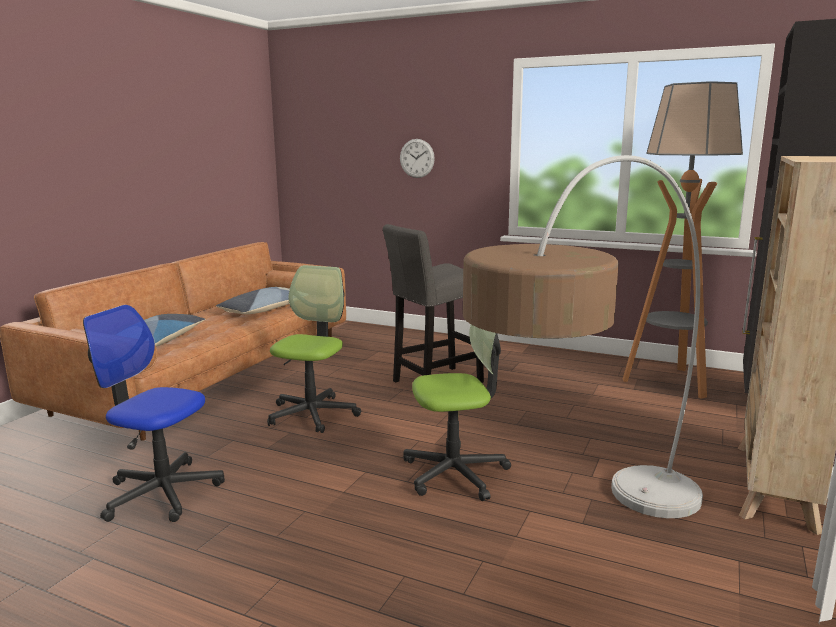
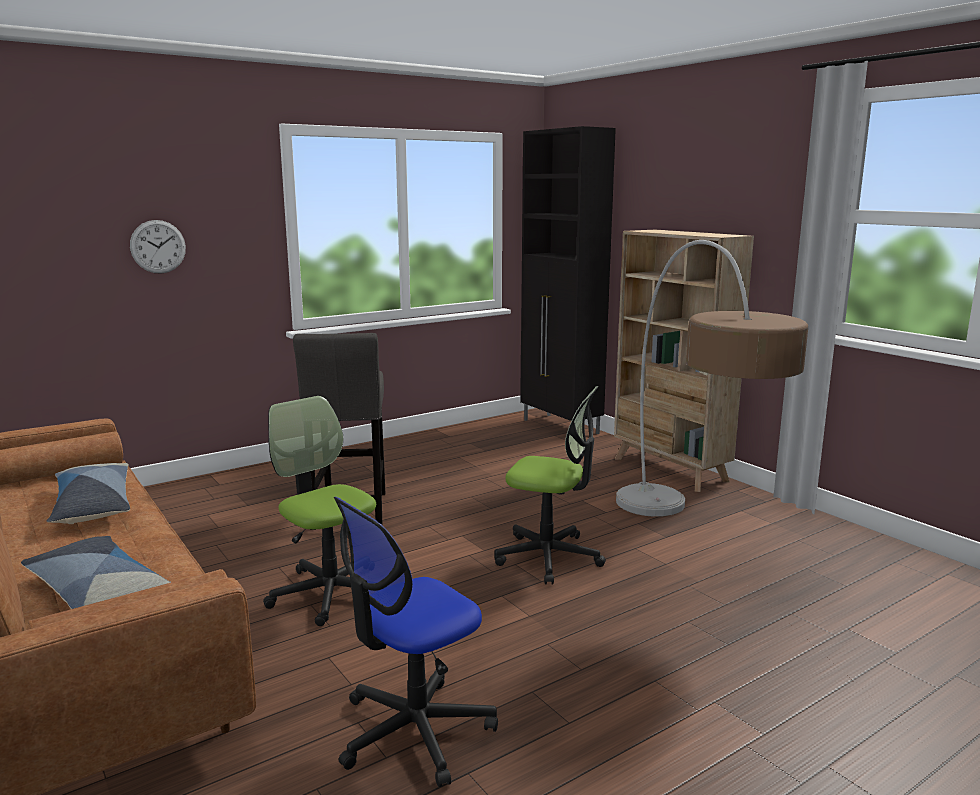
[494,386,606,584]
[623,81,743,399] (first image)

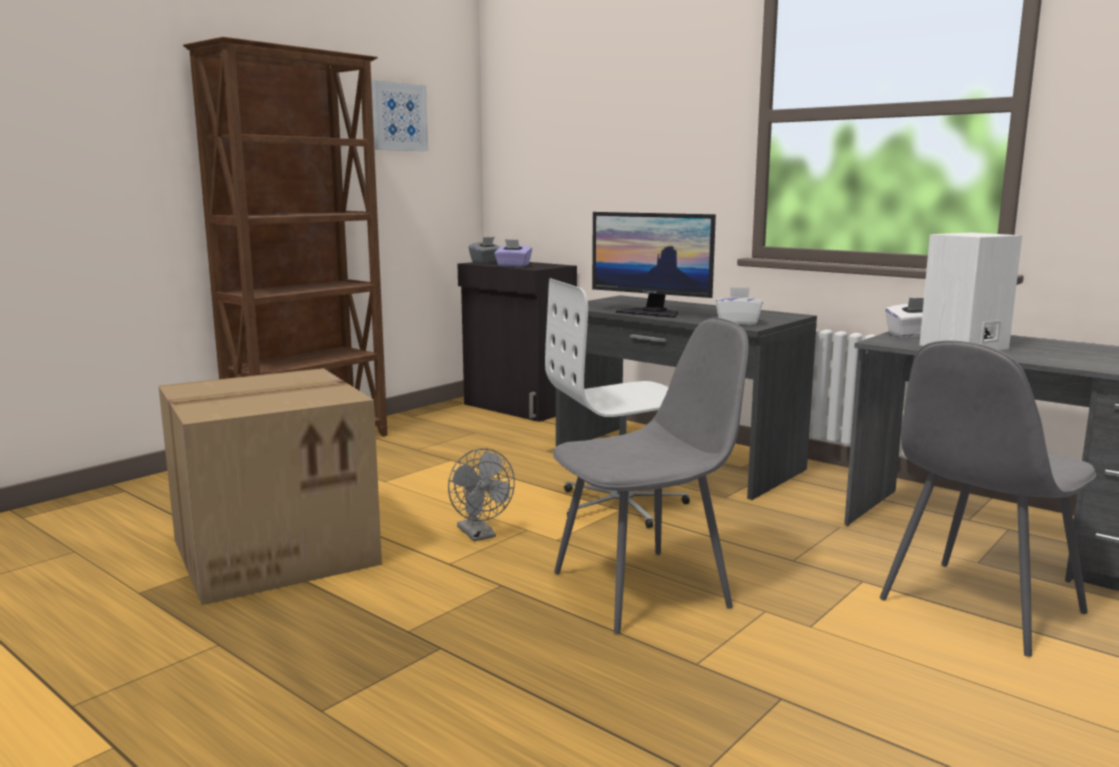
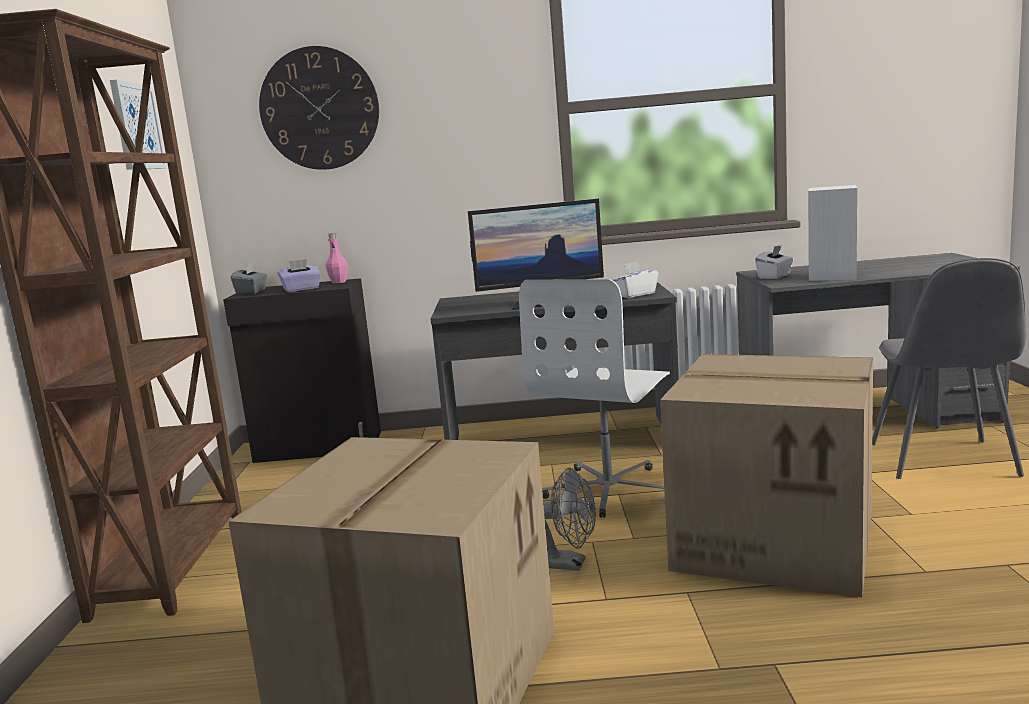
[660,354,873,598]
[259,46,379,170]
[325,233,348,283]

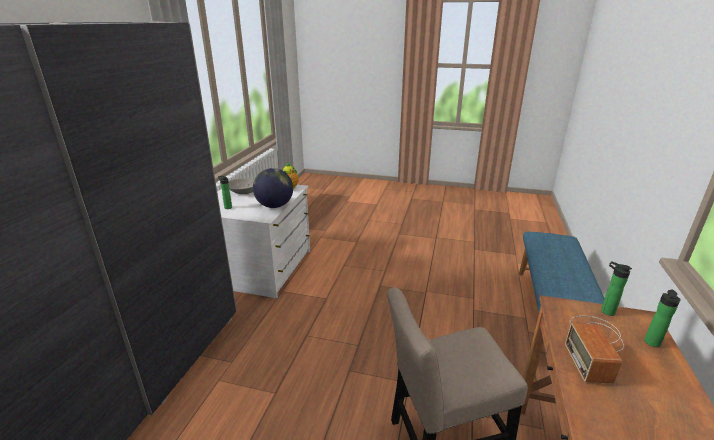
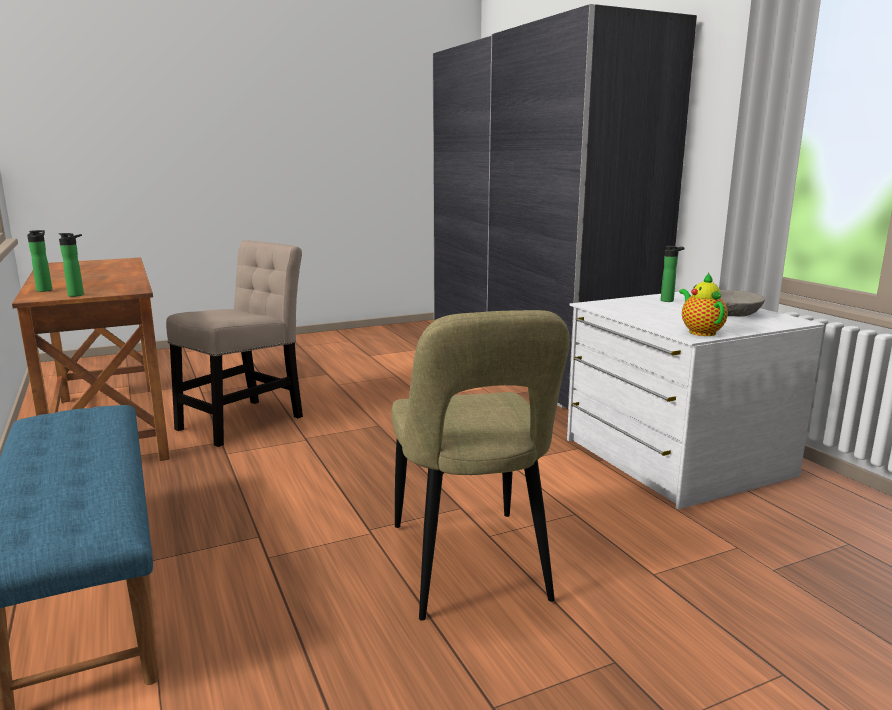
[253,168,293,208] (first image)
[565,316,624,384] (first image)
[392,310,570,621]

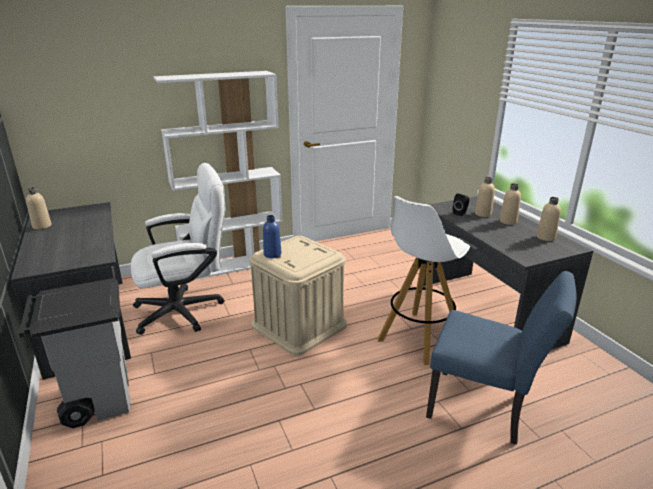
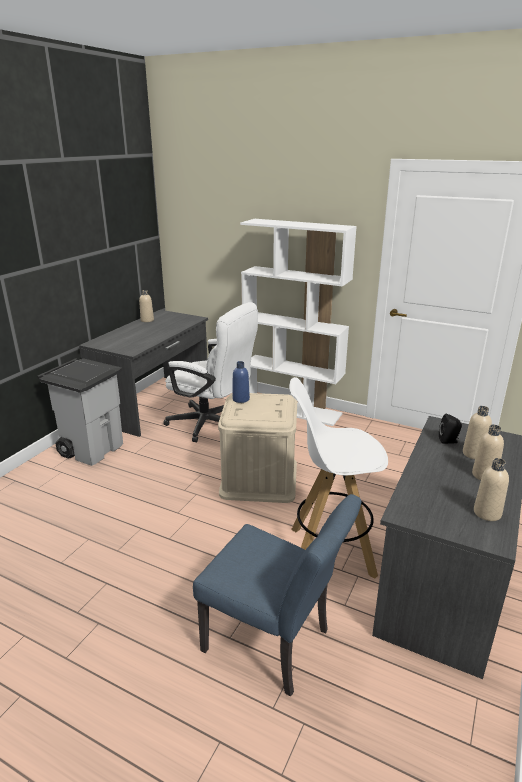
[193,494,362,697]

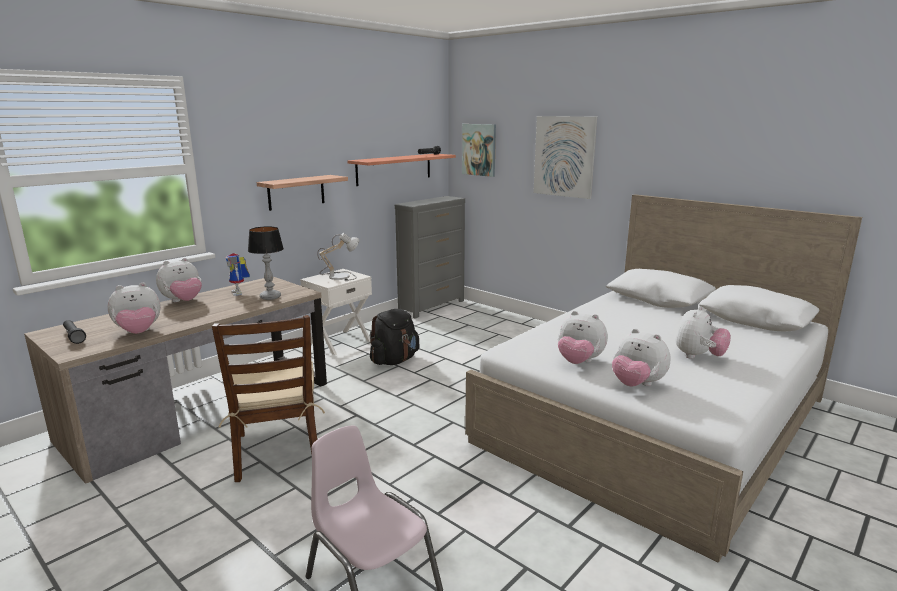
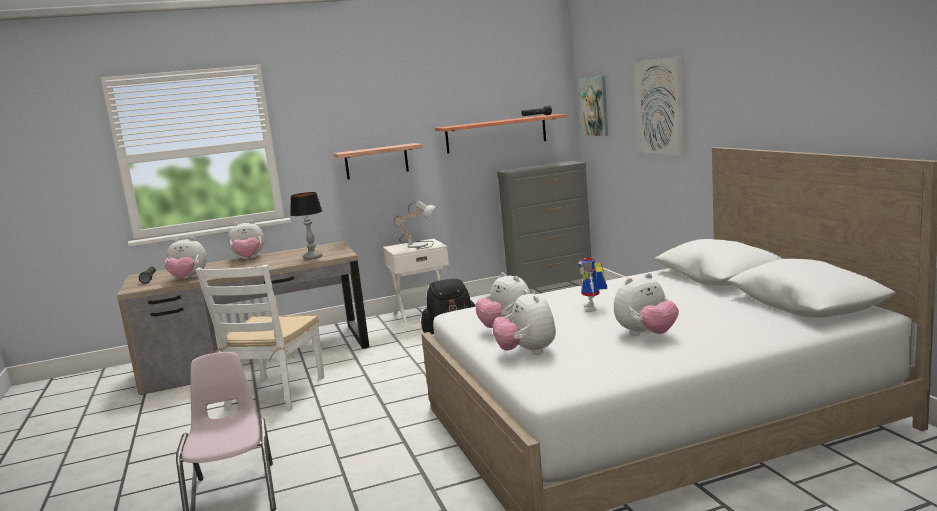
[195,265,325,411]
[578,257,607,312]

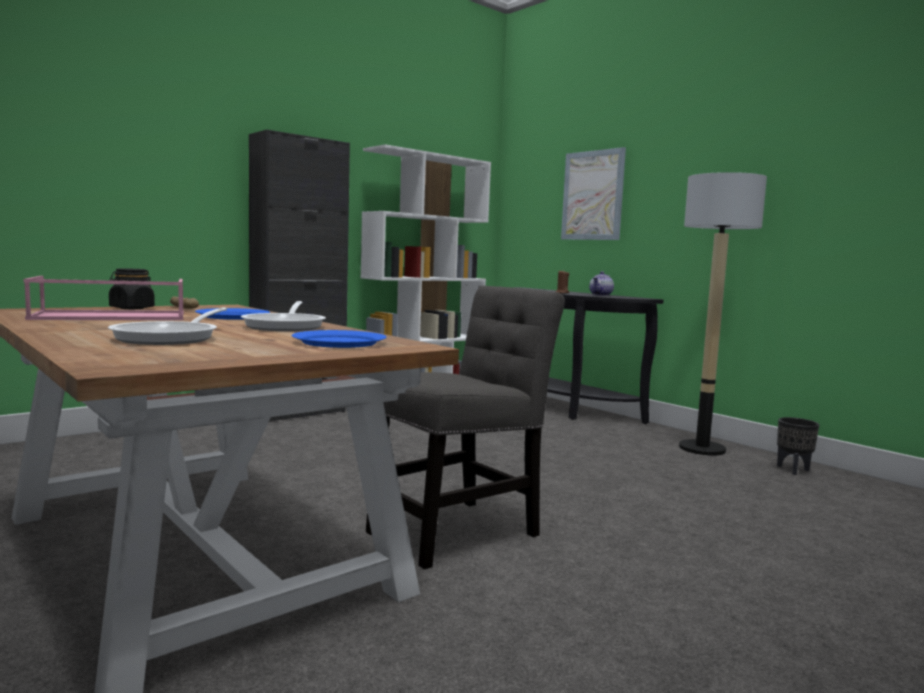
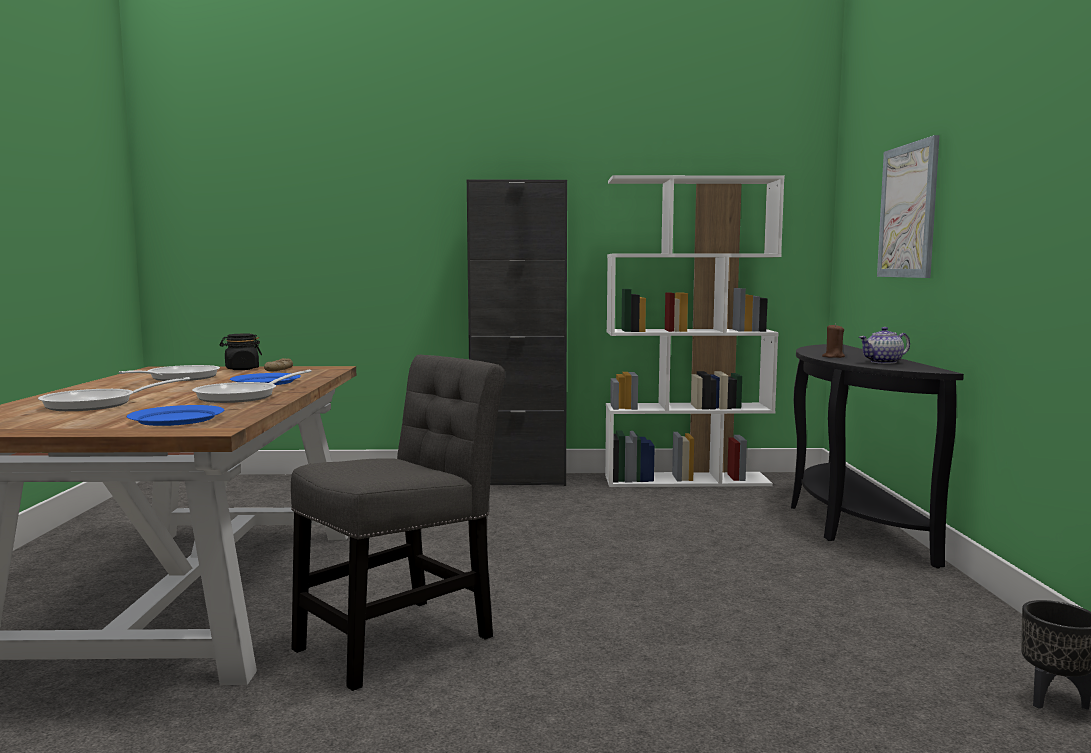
[118,365,220,381]
[291,354,505,691]
[679,172,767,456] (first image)

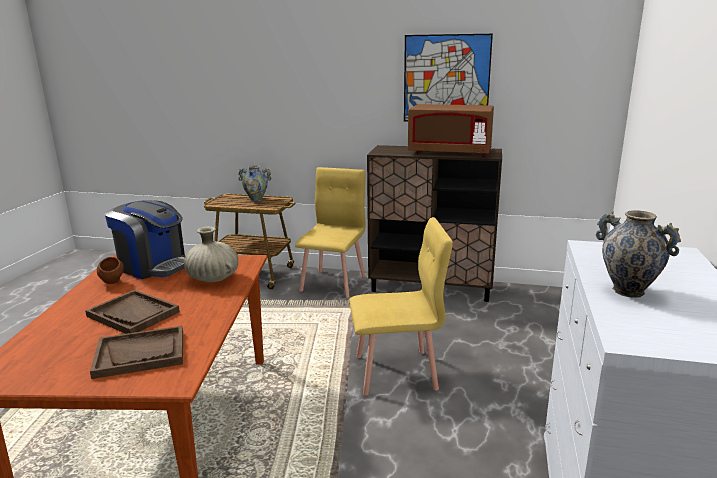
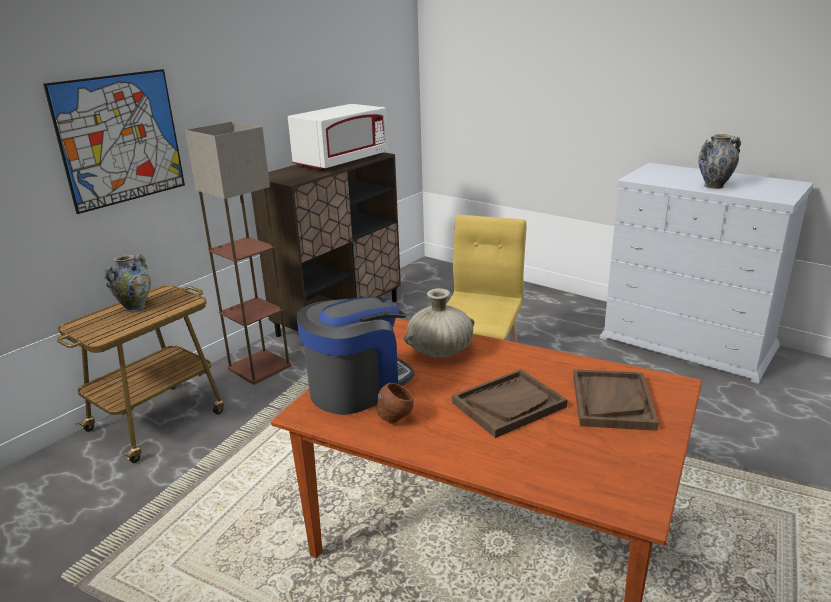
[185,121,291,385]
[43,69,185,214]
[288,104,388,171]

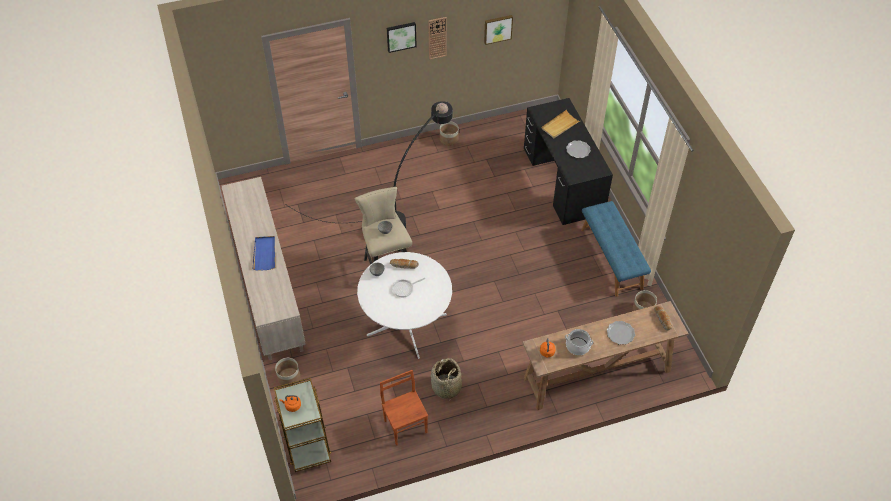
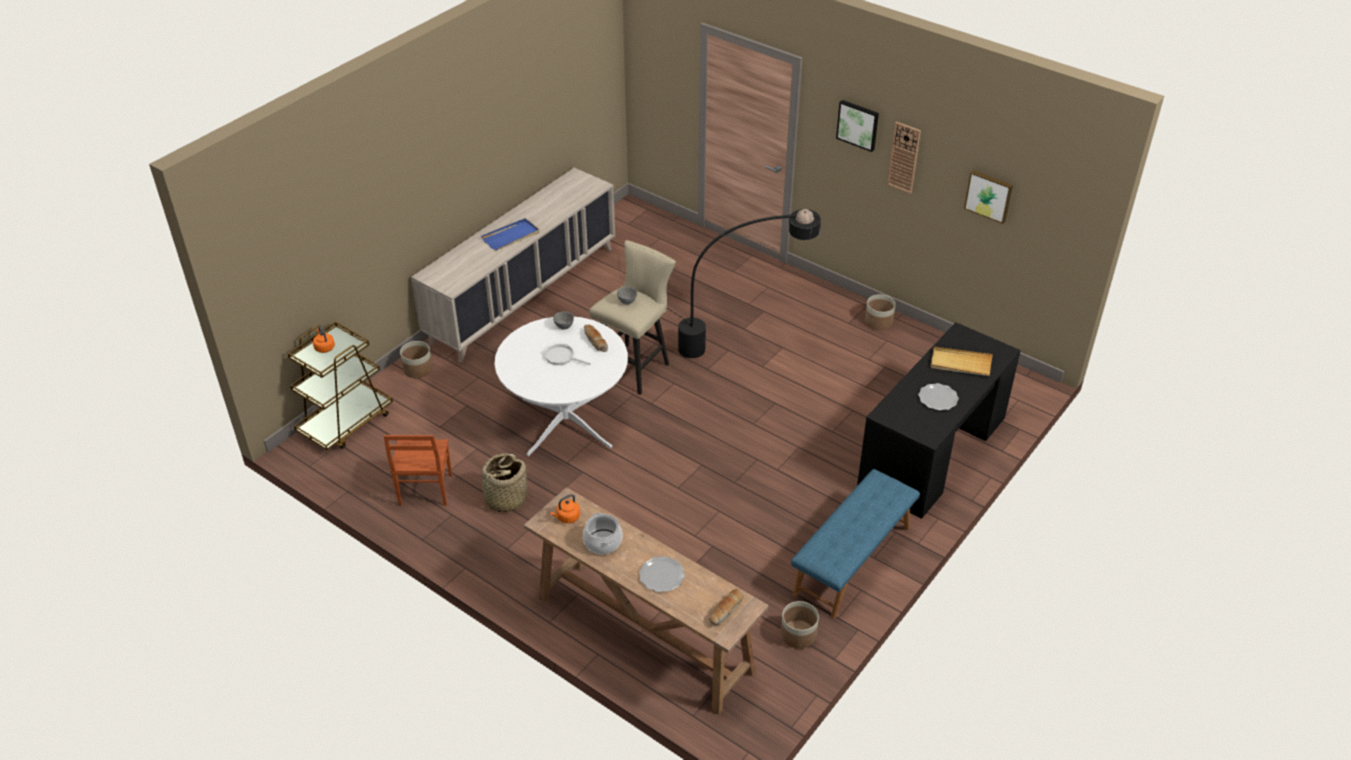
[384,435,452,506]

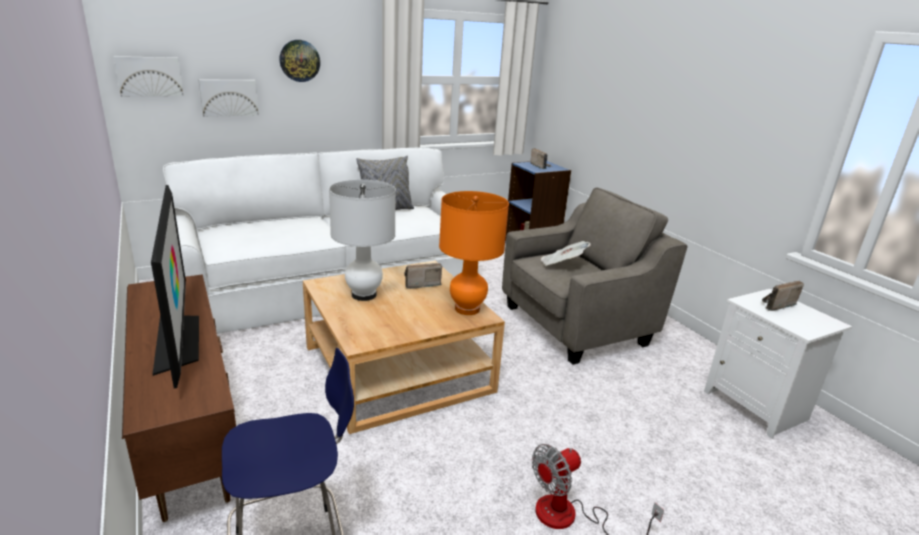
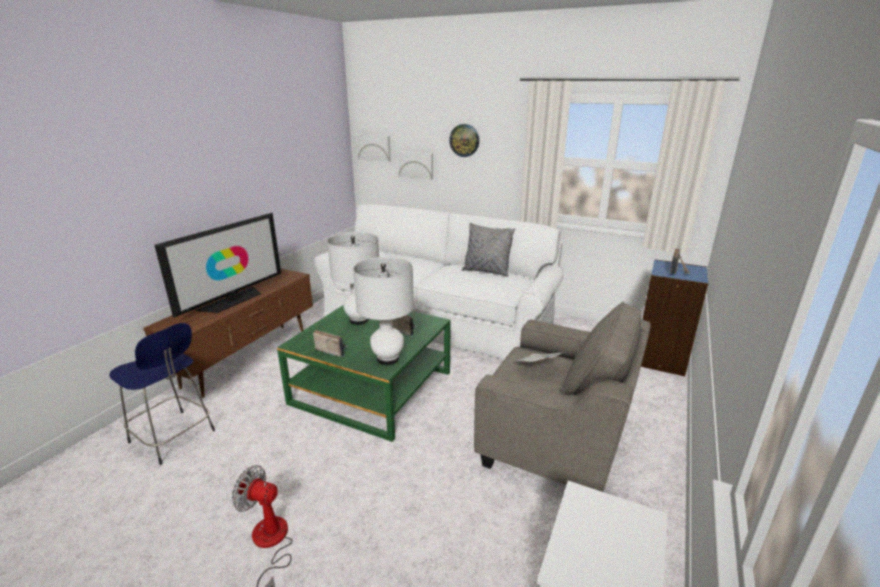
[277,305,451,442]
[353,257,414,365]
[313,330,348,357]

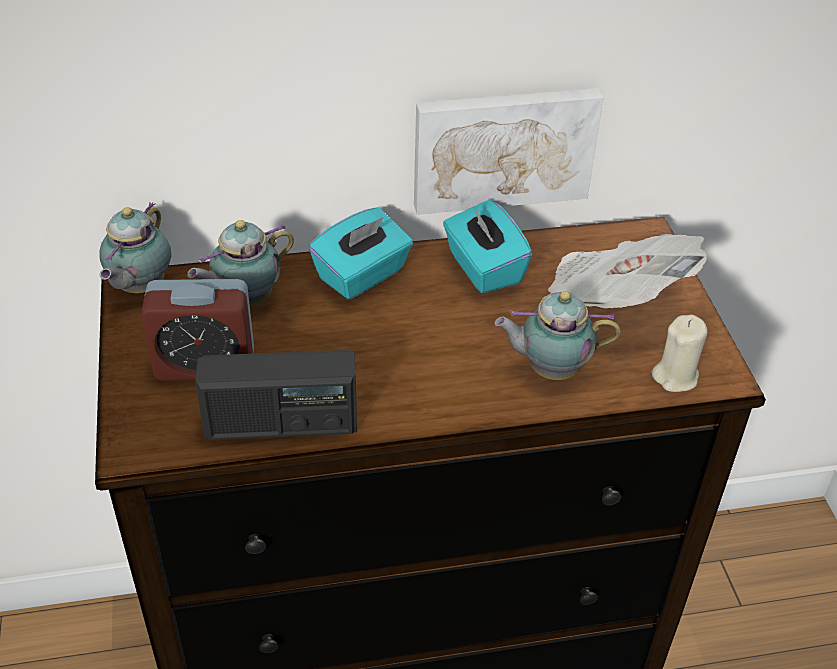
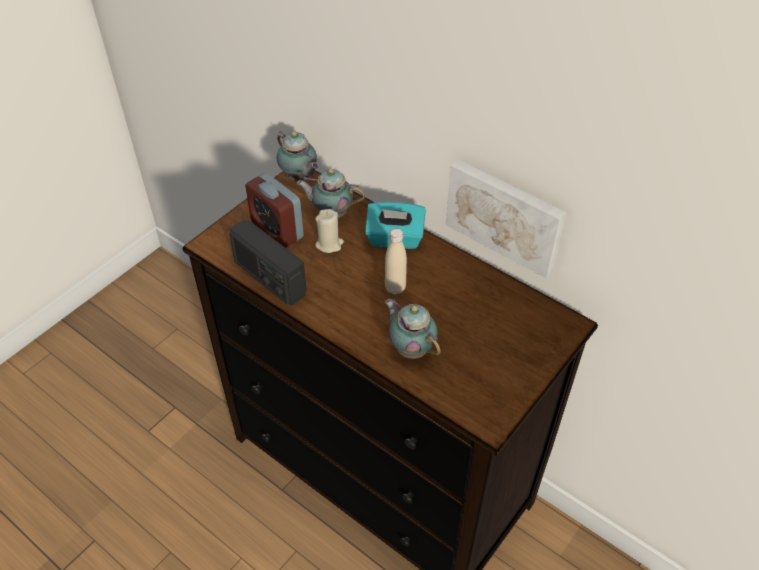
[277,131,319,180]
[443,200,532,293] (first image)
[542,234,707,309] (first image)
[315,209,344,253]
[385,228,407,295]

